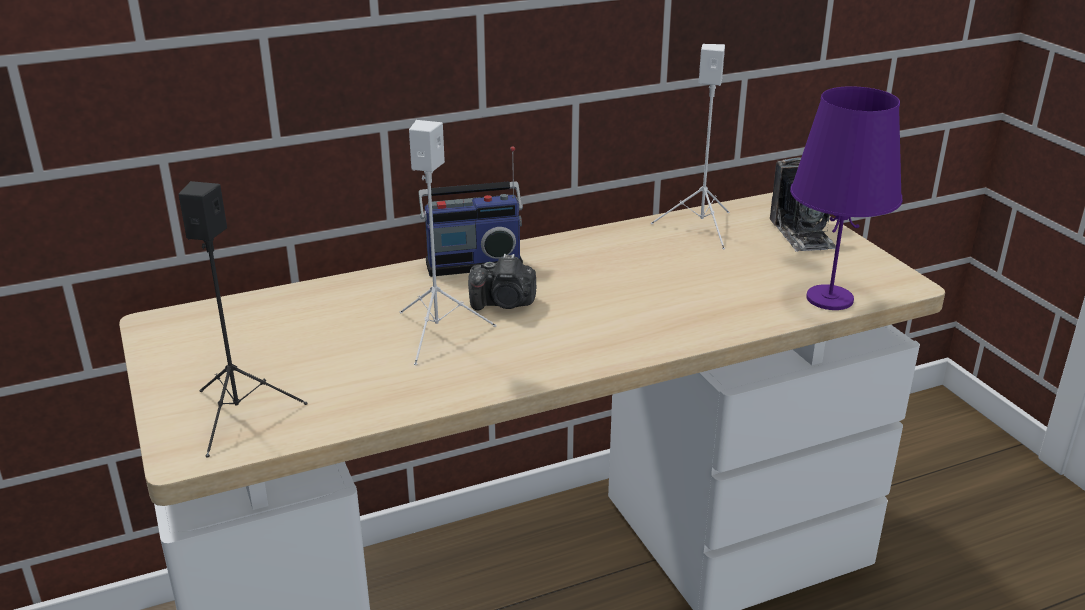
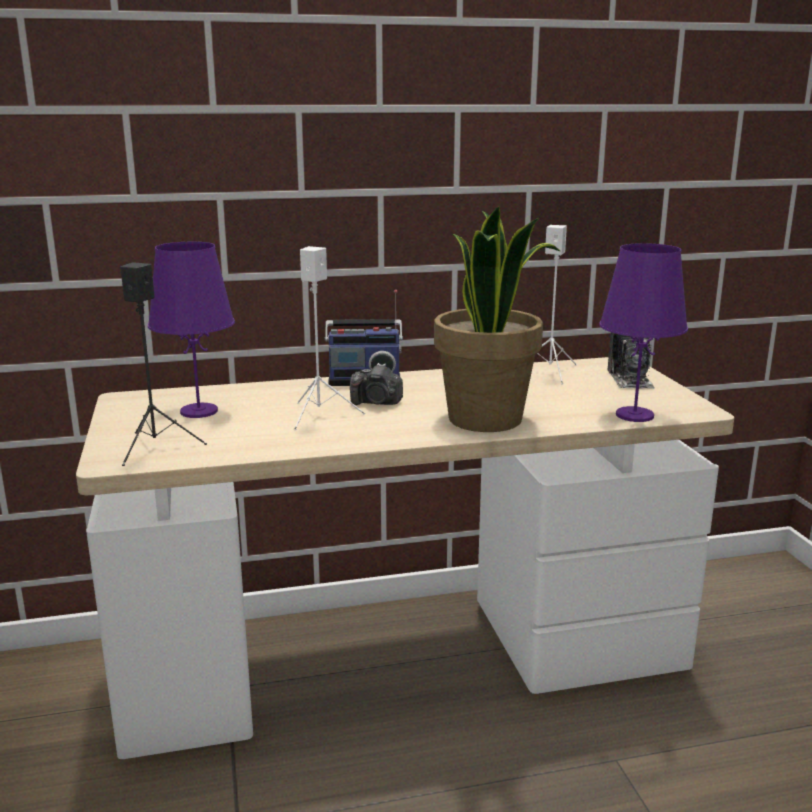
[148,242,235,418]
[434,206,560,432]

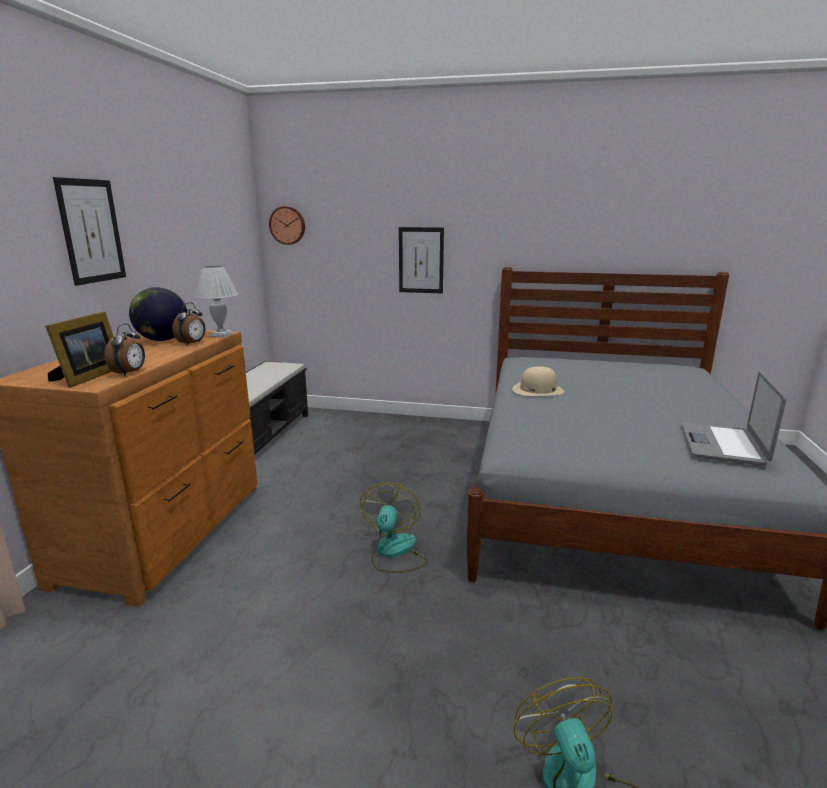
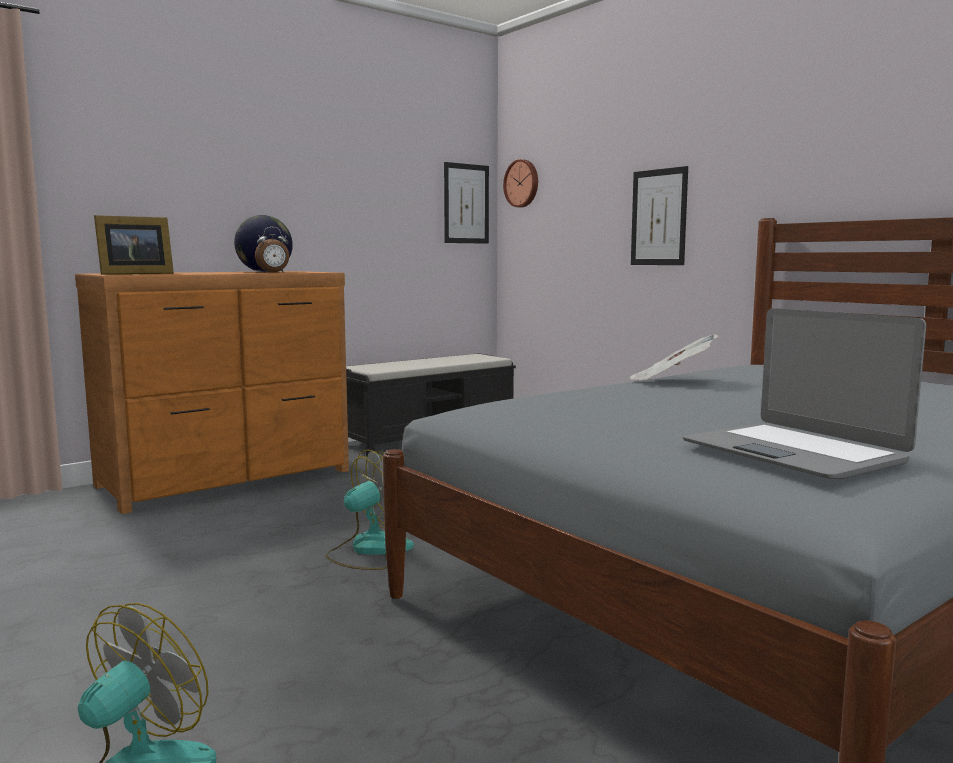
[444,162,489,244]
[104,323,145,376] (first image)
[194,266,238,337] (first image)
[630,334,718,380]
[683,308,926,479]

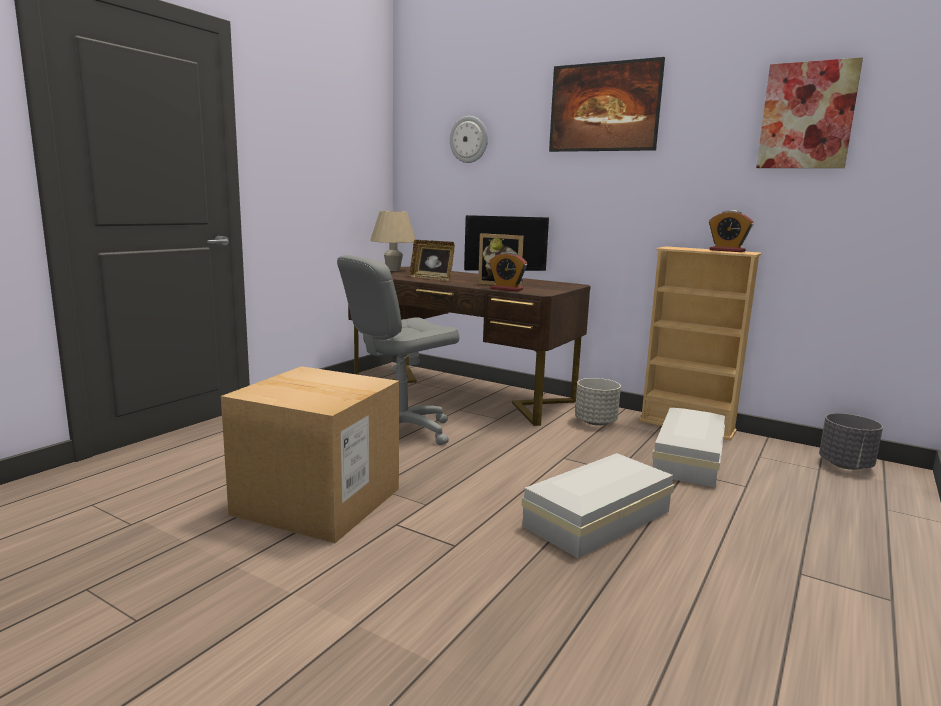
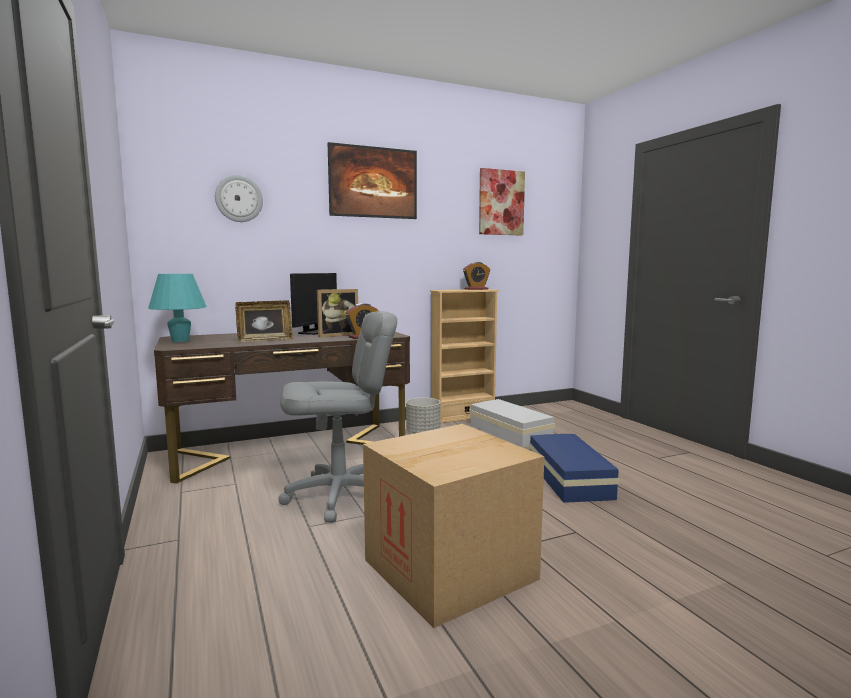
[278,311,397,522]
[148,274,207,342]
[529,434,620,503]
[819,413,883,470] (first image)

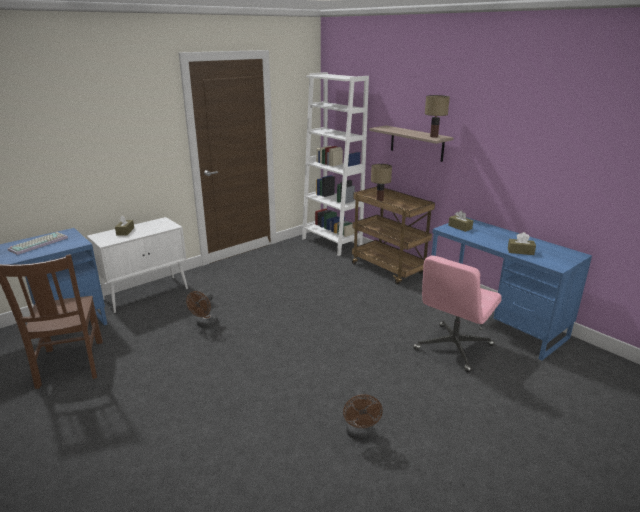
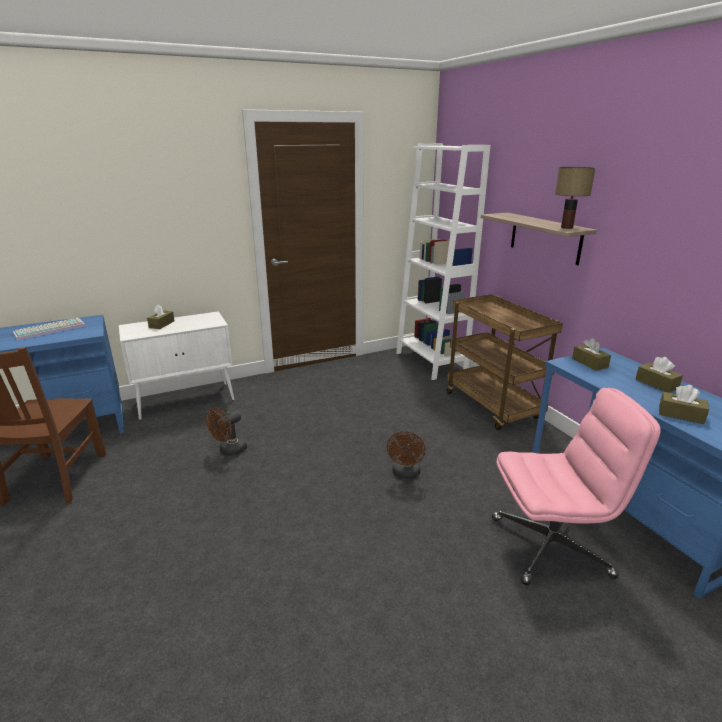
[387,430,426,479]
[371,164,392,201] (first image)
[492,388,661,585]
[636,357,683,393]

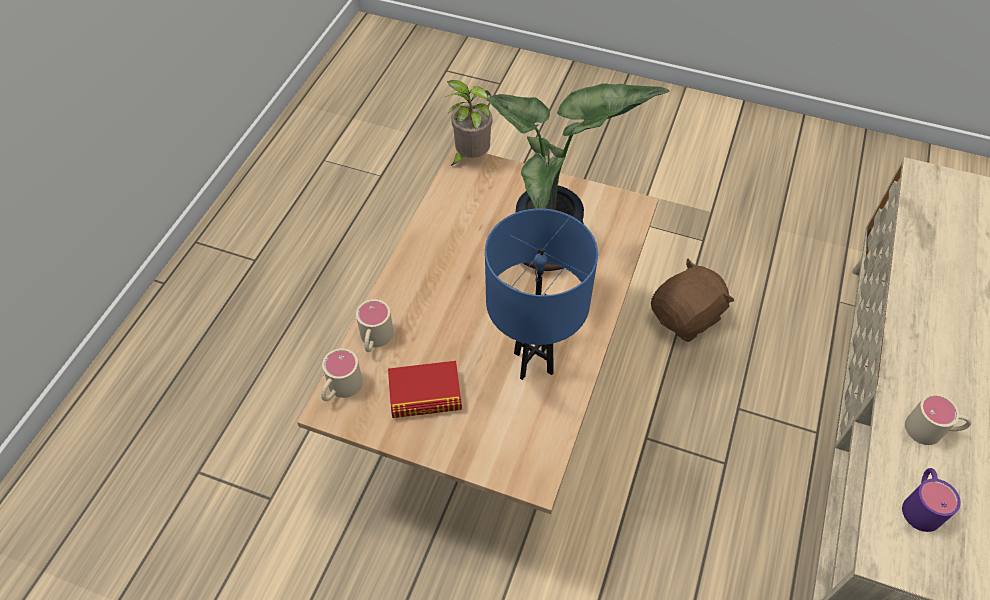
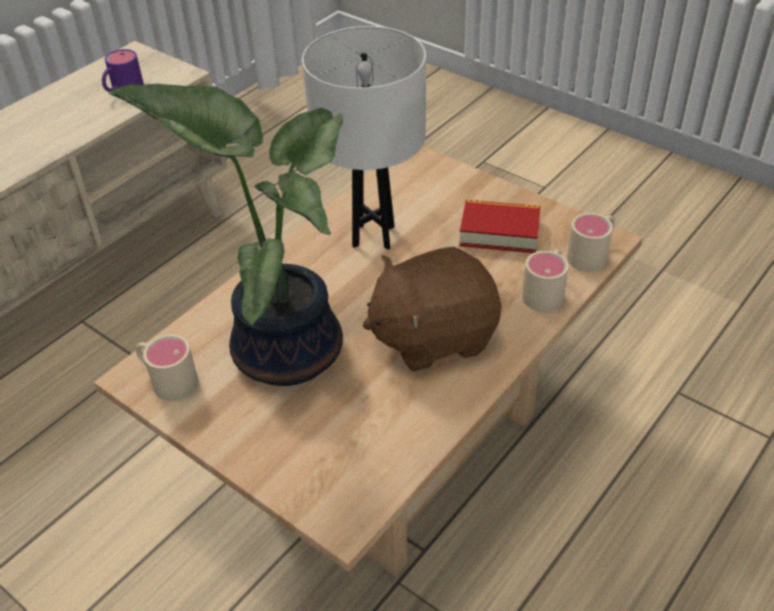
[442,80,492,166] (first image)
[302,26,426,250]
[363,247,501,372]
[136,335,198,401]

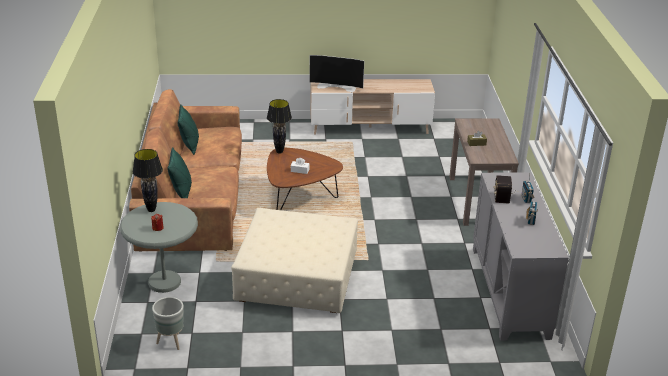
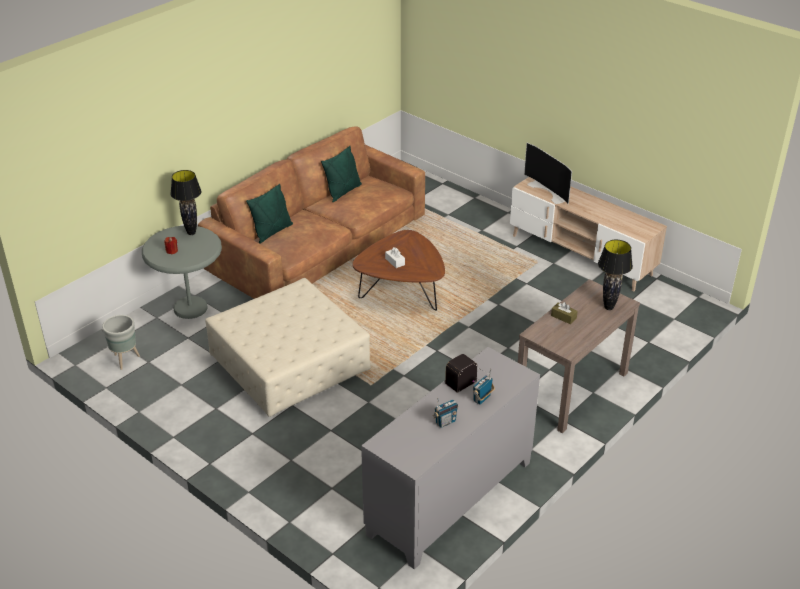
[598,240,633,310]

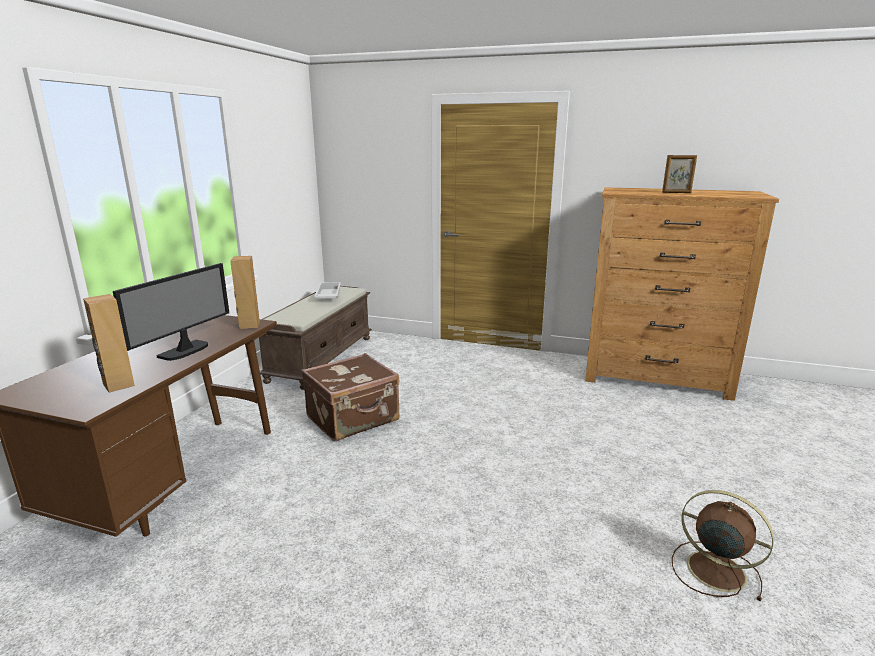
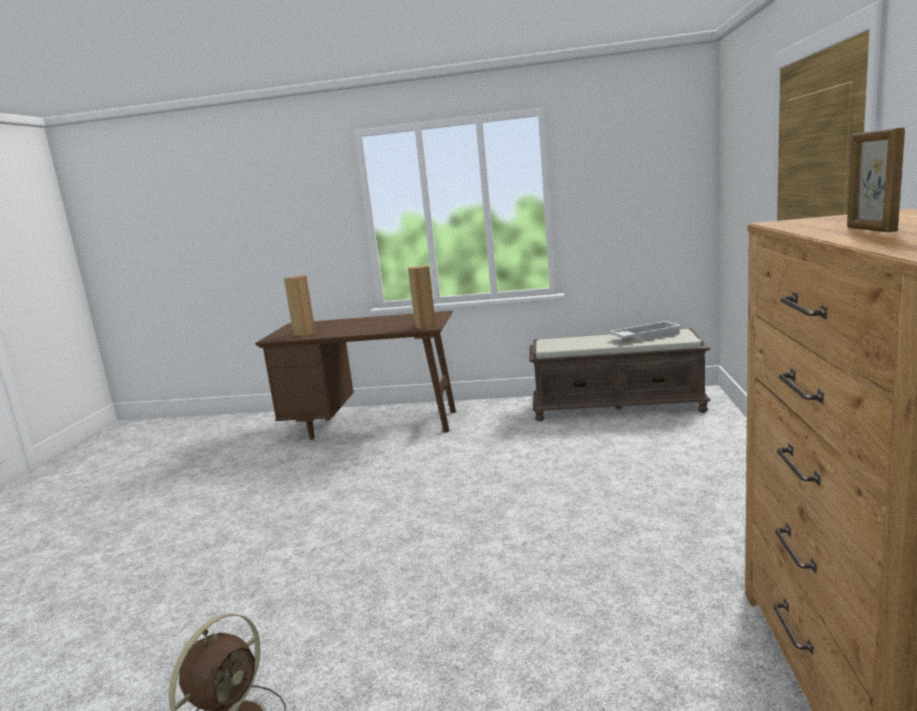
[113,263,229,361] (first image)
[301,353,400,441] (first image)

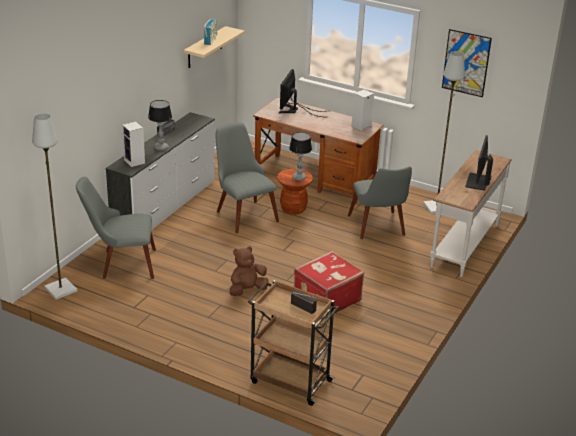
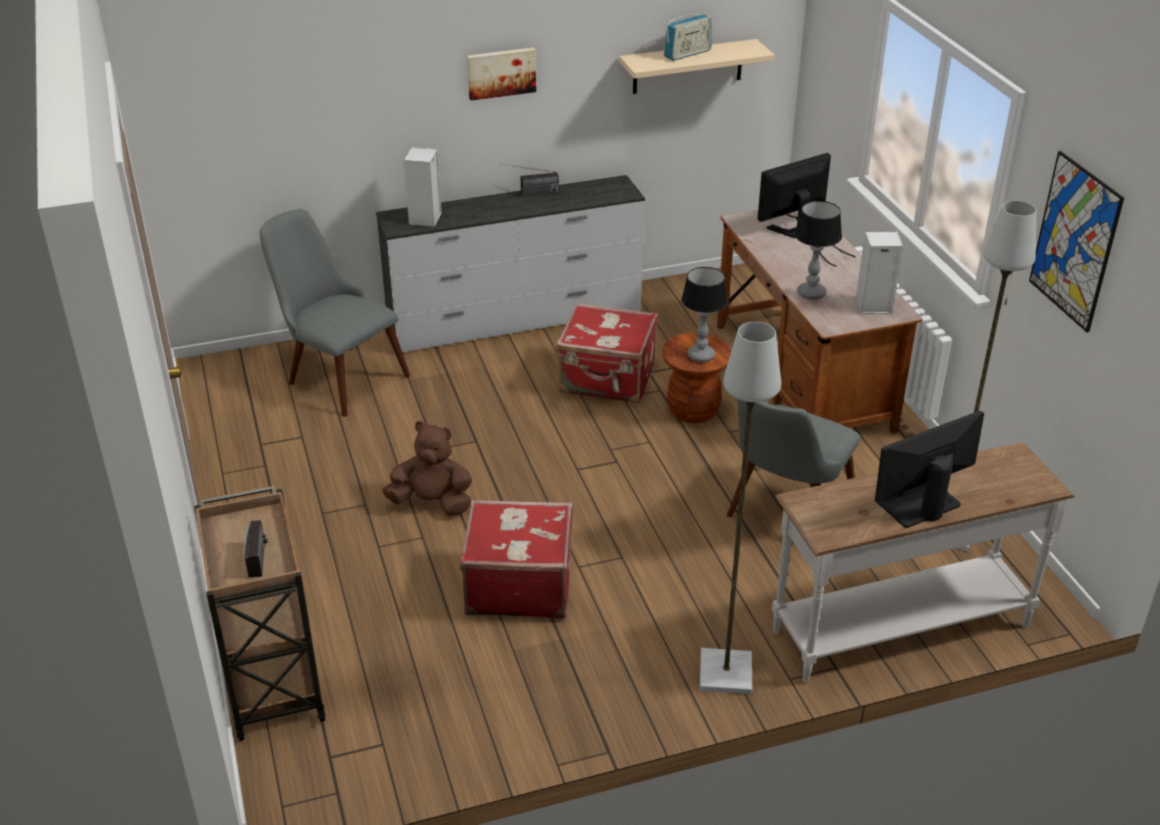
[700,322,781,694]
[794,201,842,300]
[556,303,658,403]
[467,47,536,101]

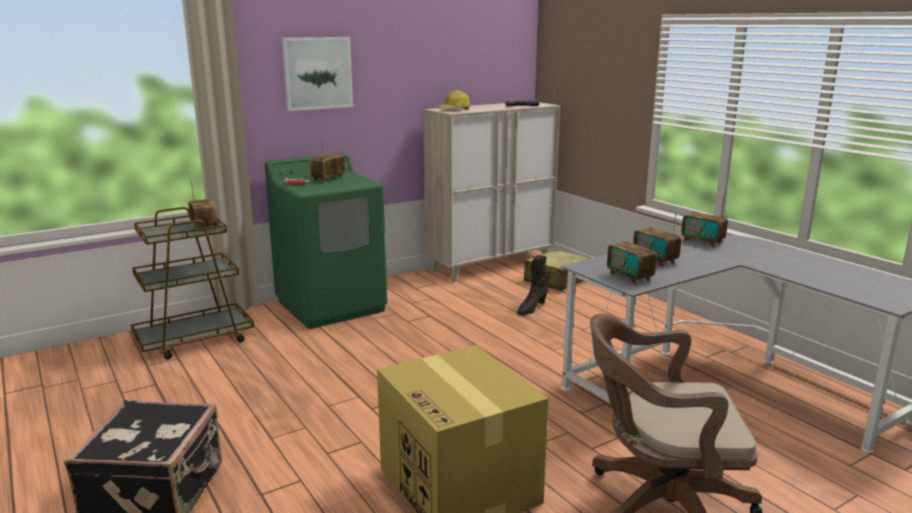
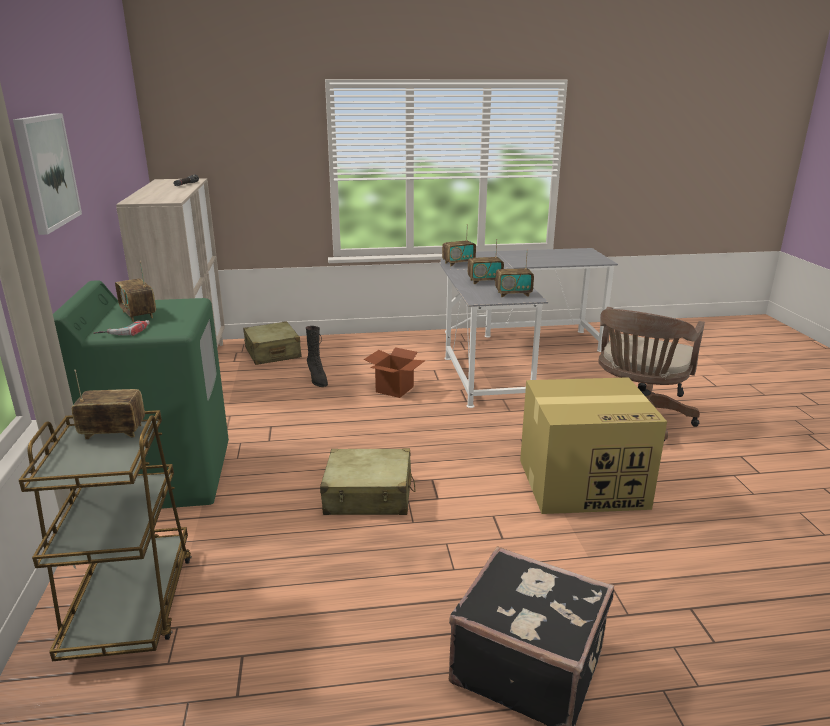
[437,90,471,109] (first image)
[320,448,416,515]
[364,347,426,398]

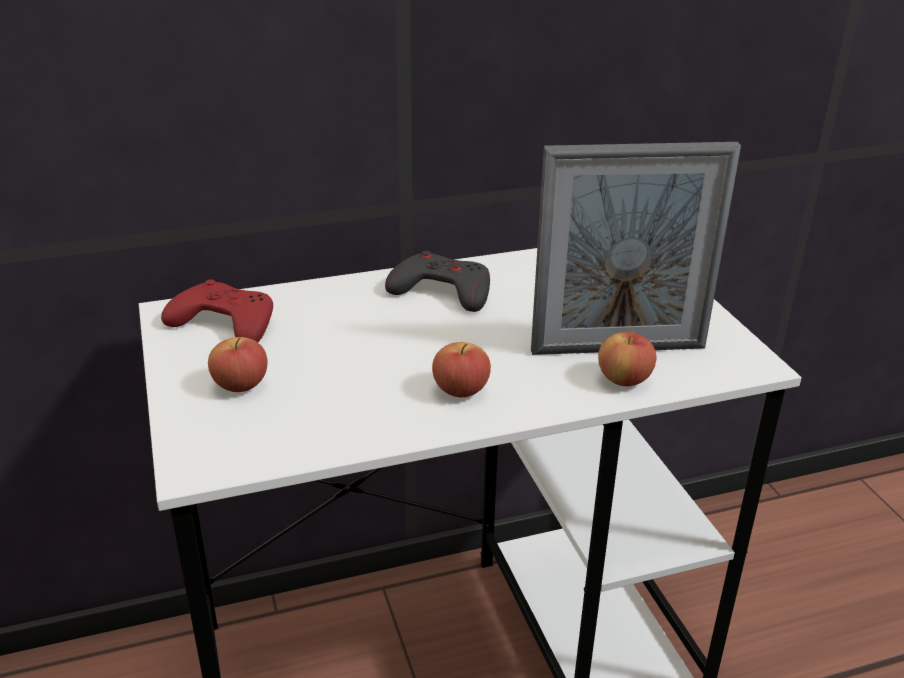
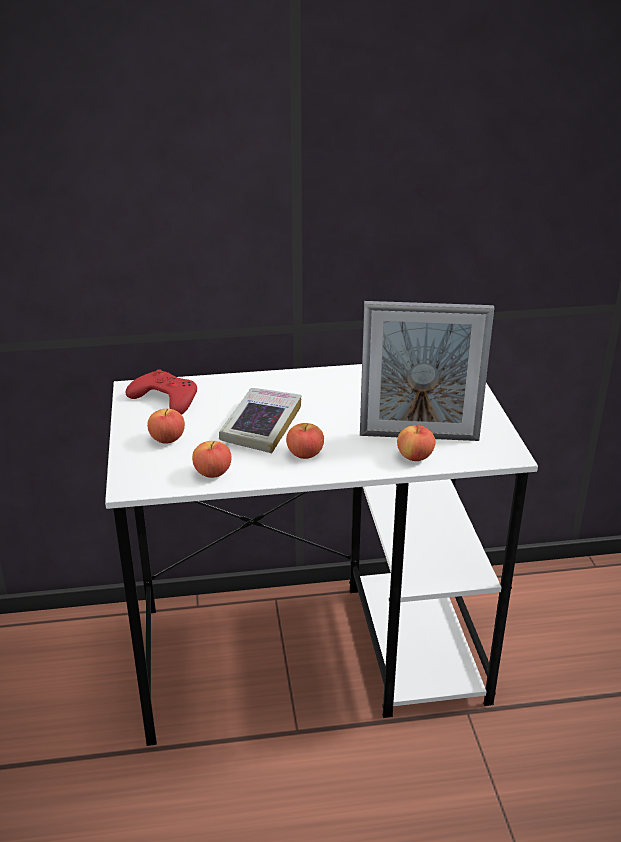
[385,251,490,312] (first image)
[192,441,232,478]
[219,388,302,453]

